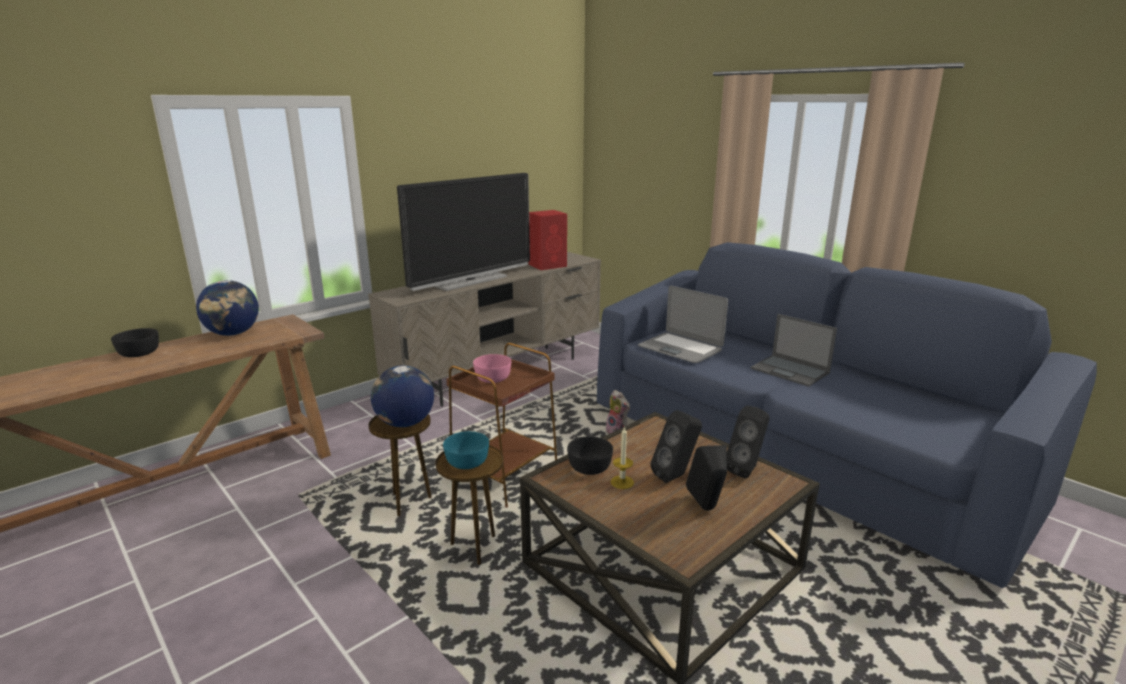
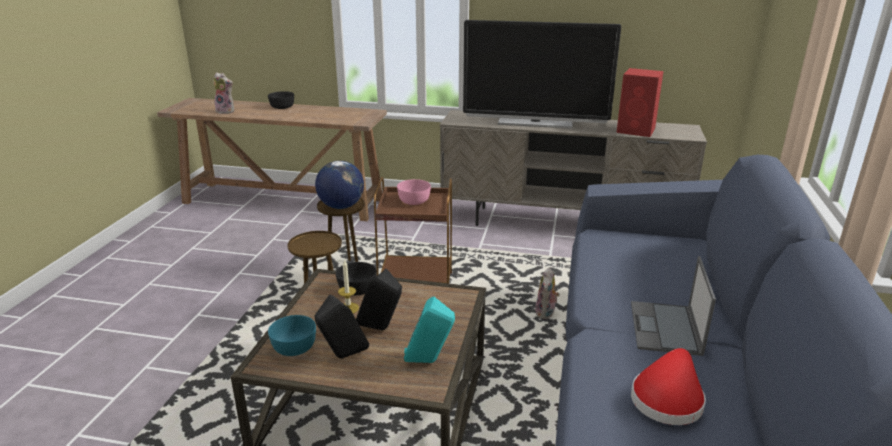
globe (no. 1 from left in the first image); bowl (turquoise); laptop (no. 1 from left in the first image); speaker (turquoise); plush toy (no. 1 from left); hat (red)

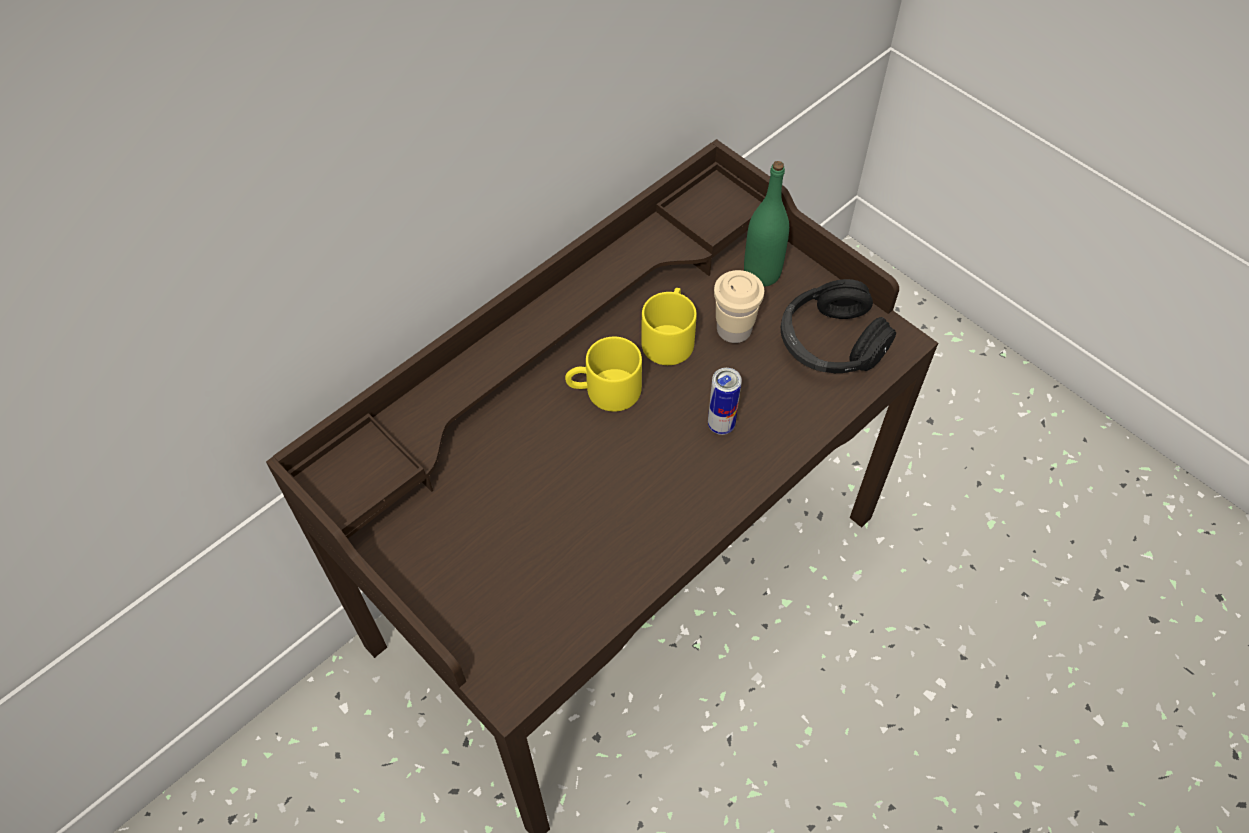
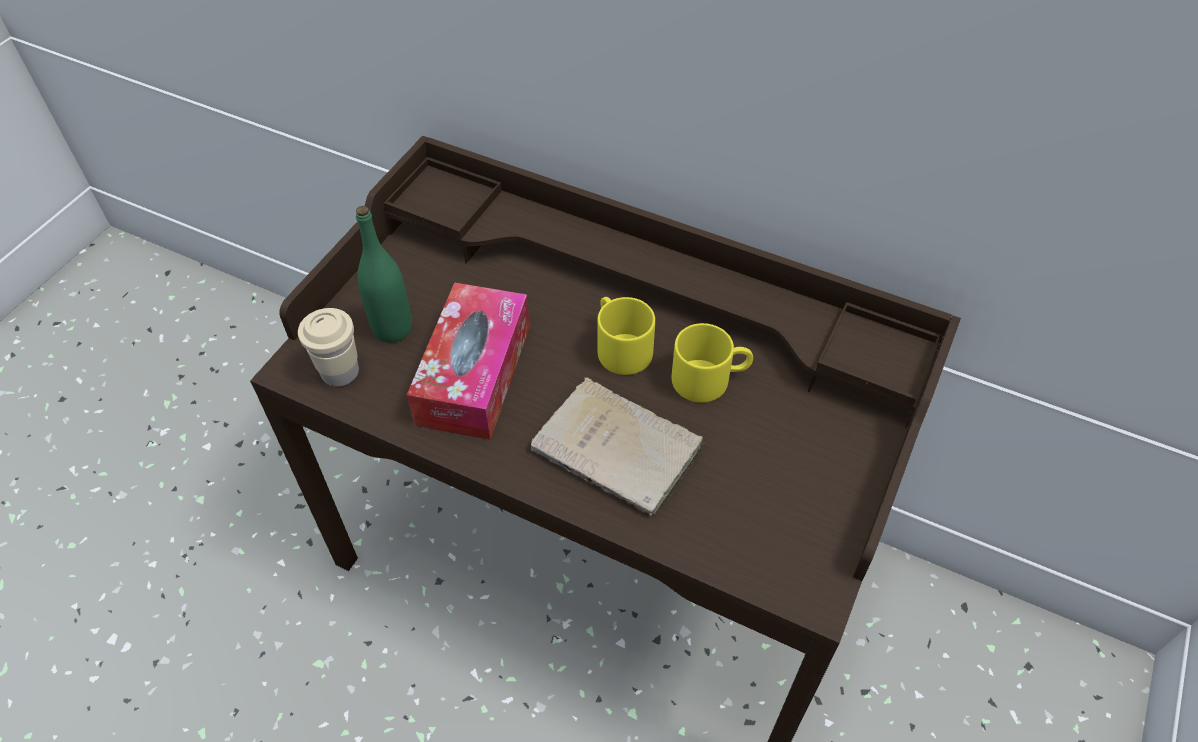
book (beige); cup (beige); bottle (green); headphones (black); tissue box

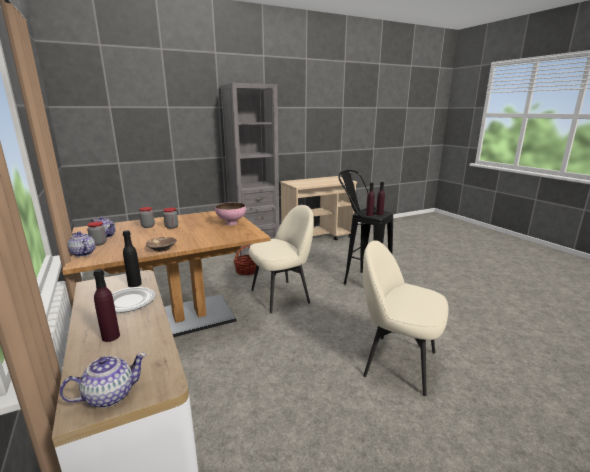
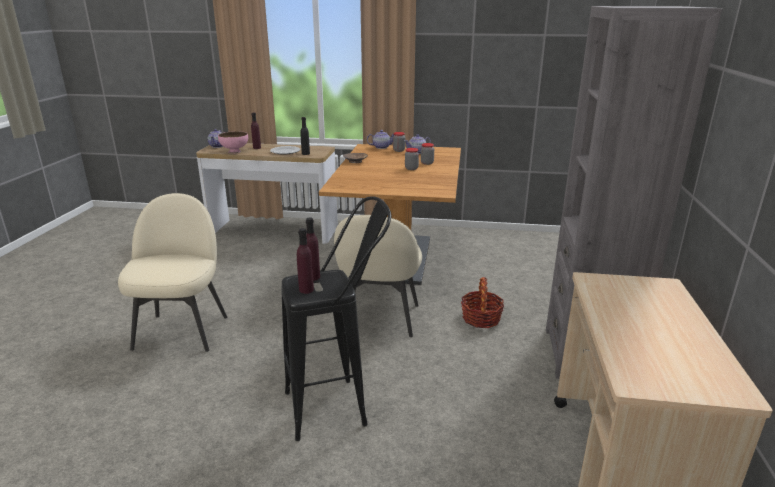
bowl (pink); chair (beige) (no. 1 from left)

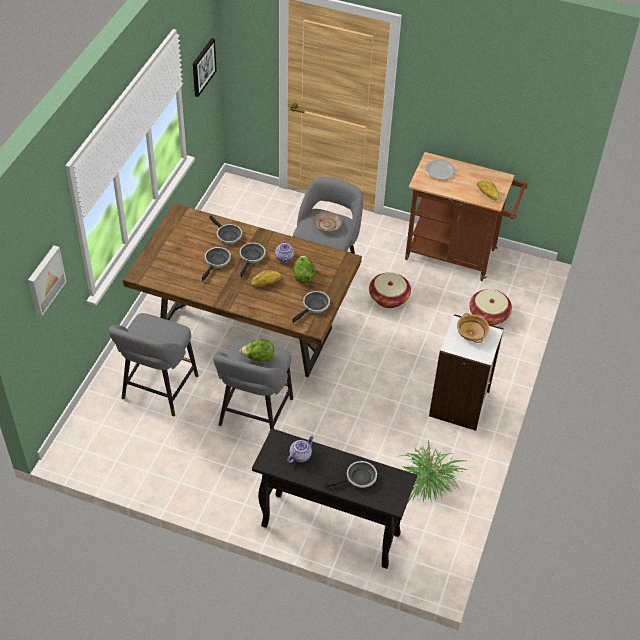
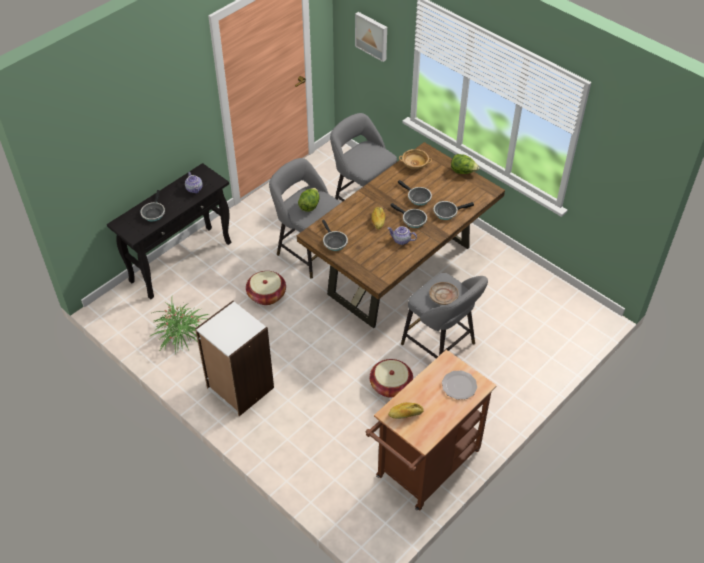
picture (no. 2 from left in the first image); lettuce (no. 2 from left); bowl (beige); basket (no. 1 from left)

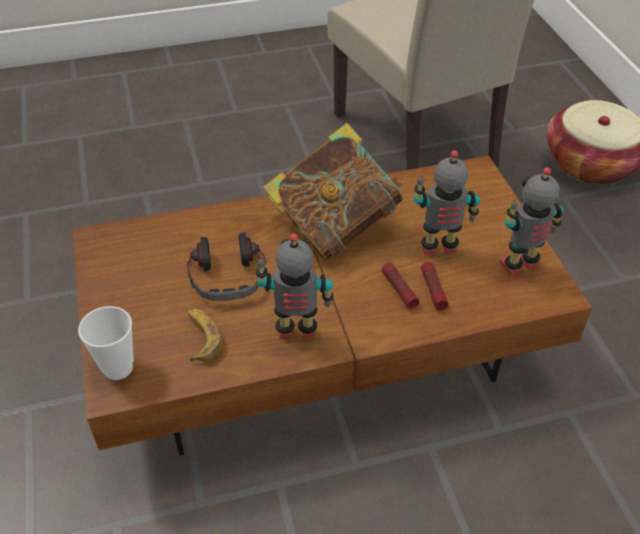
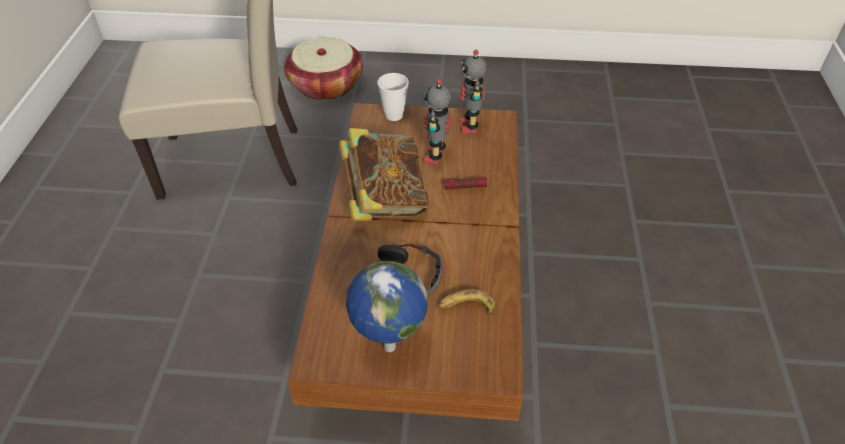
cup; toy robot (no. 1 from left in the first image); flashlight (no. 2 from left in the first image); globe

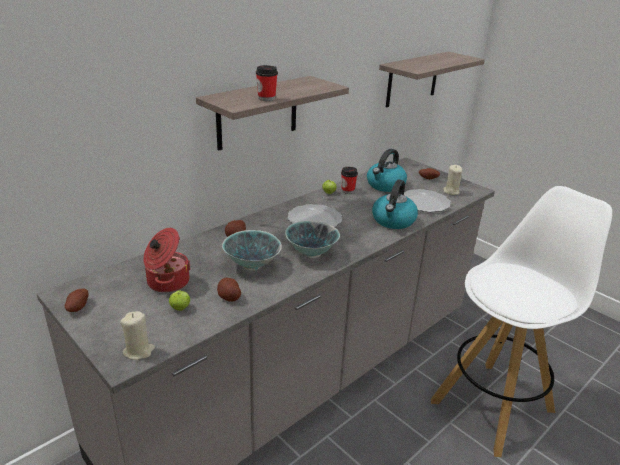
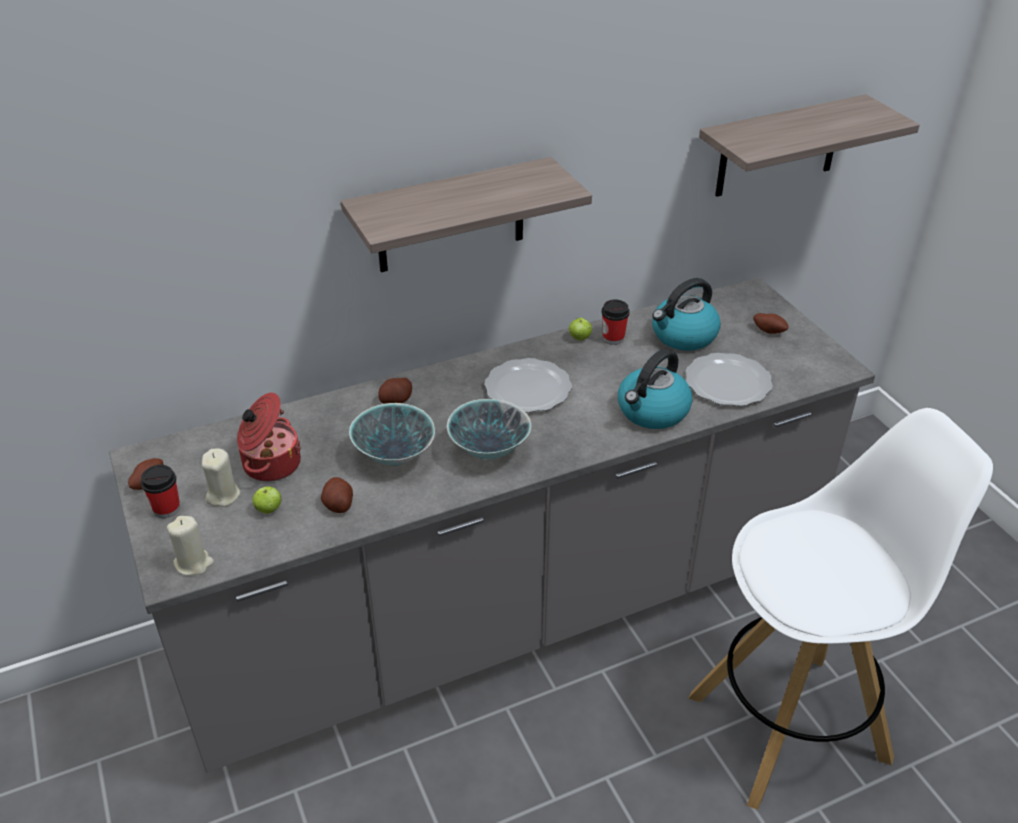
cup (no. 1 from left); candle (beige) (no. 2 from left)

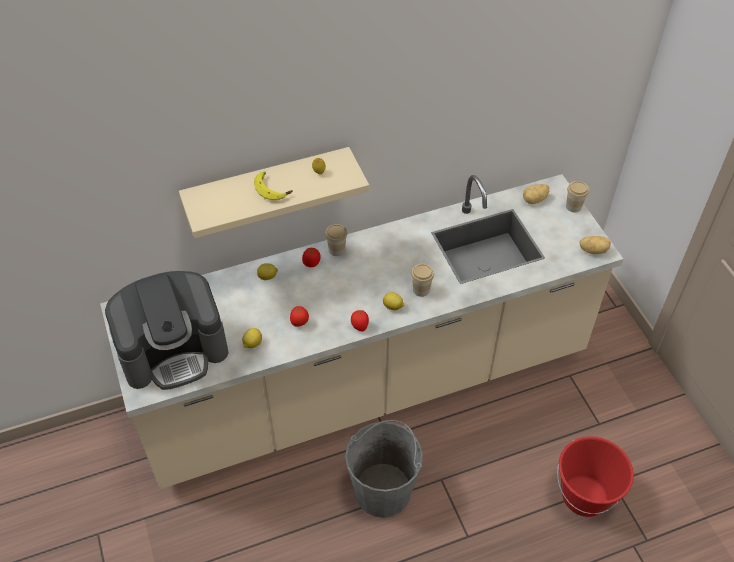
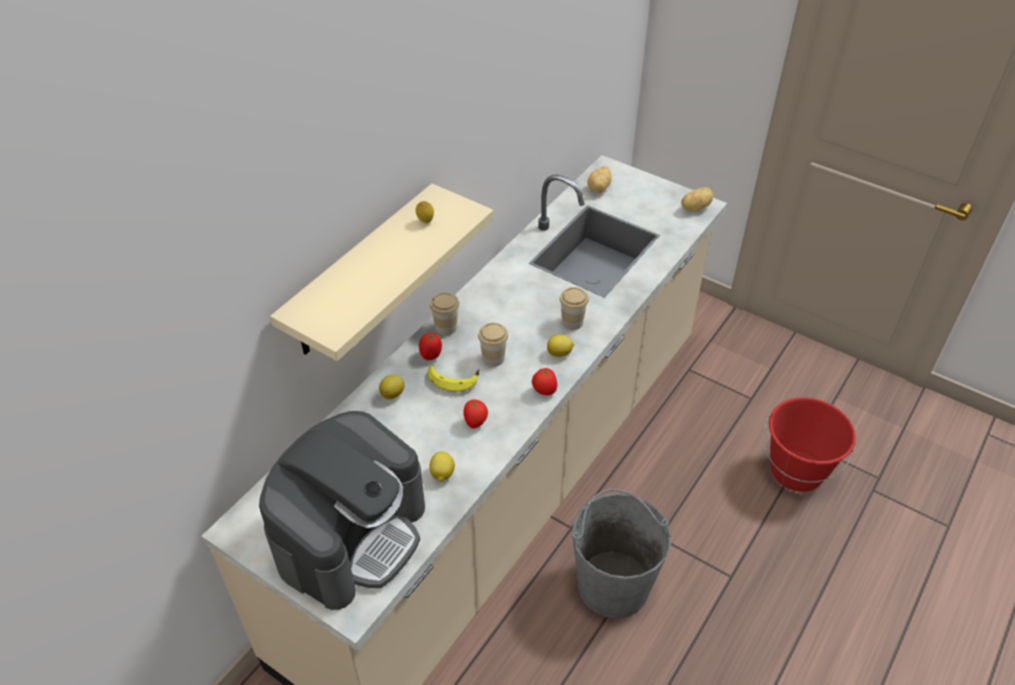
banana; cup (no. 2 from left)

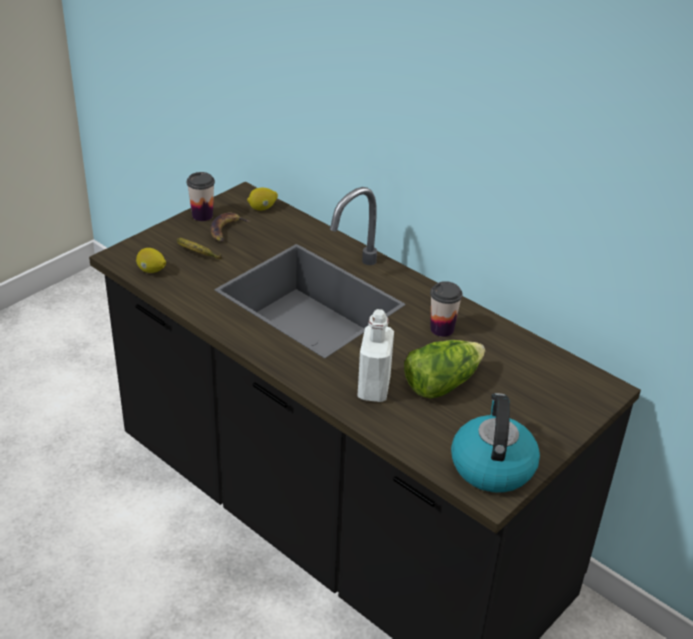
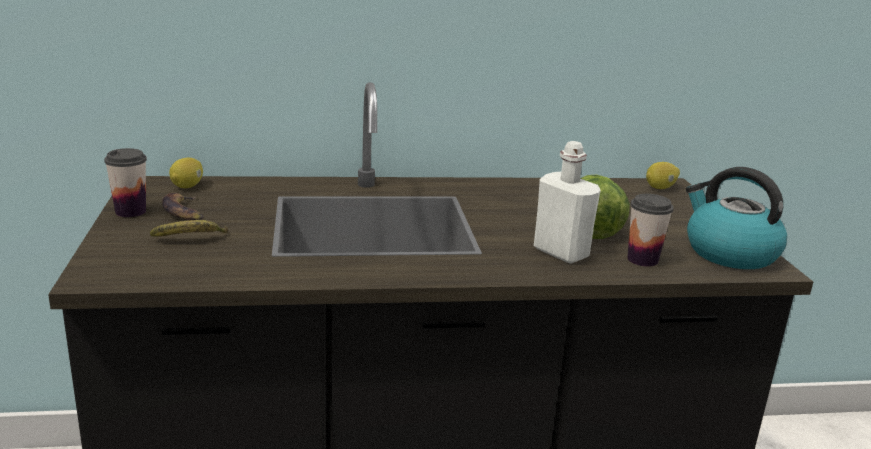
lemon (no. 2 from left); cup (no. 2 from left)

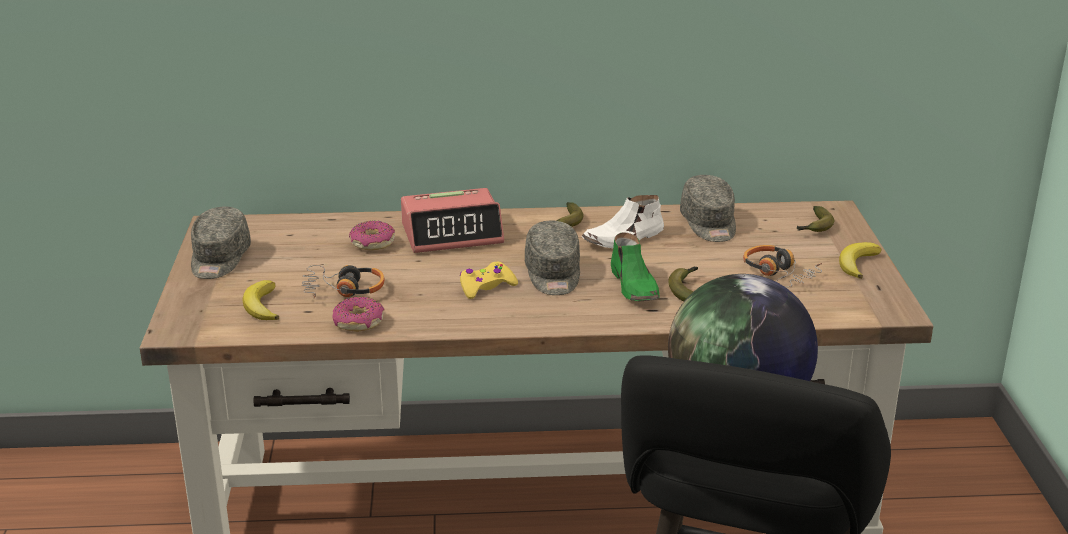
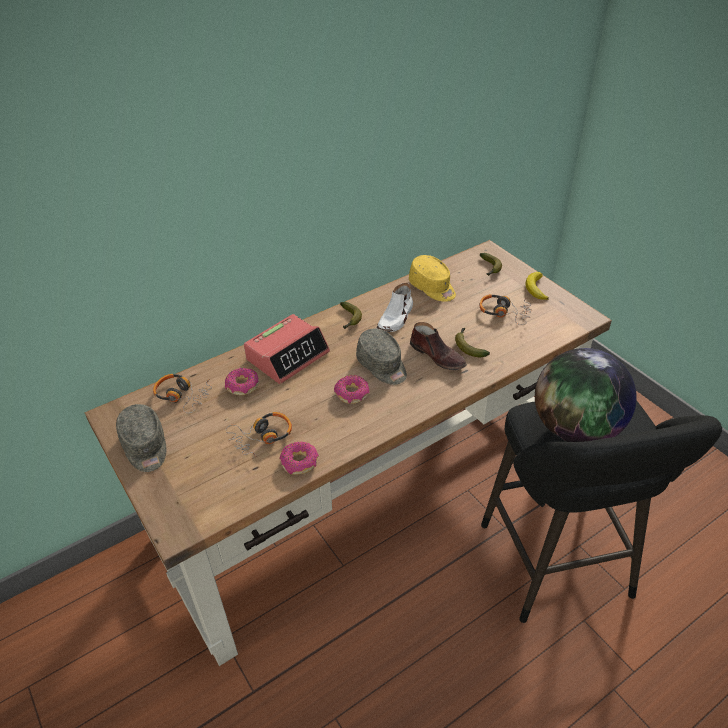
banana (no. 1 from left in the first image); donut (no. 3 from left); shoe (brown); cap (yellow); headphones (no. 1 from left)

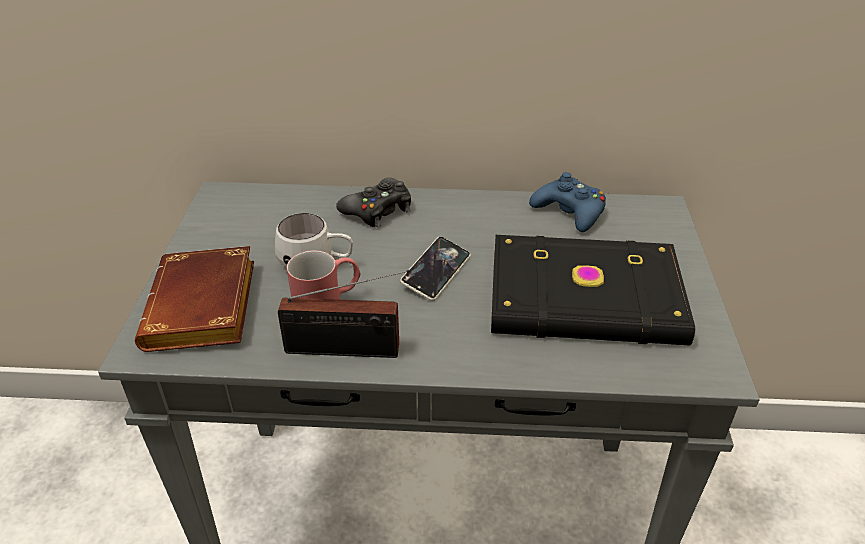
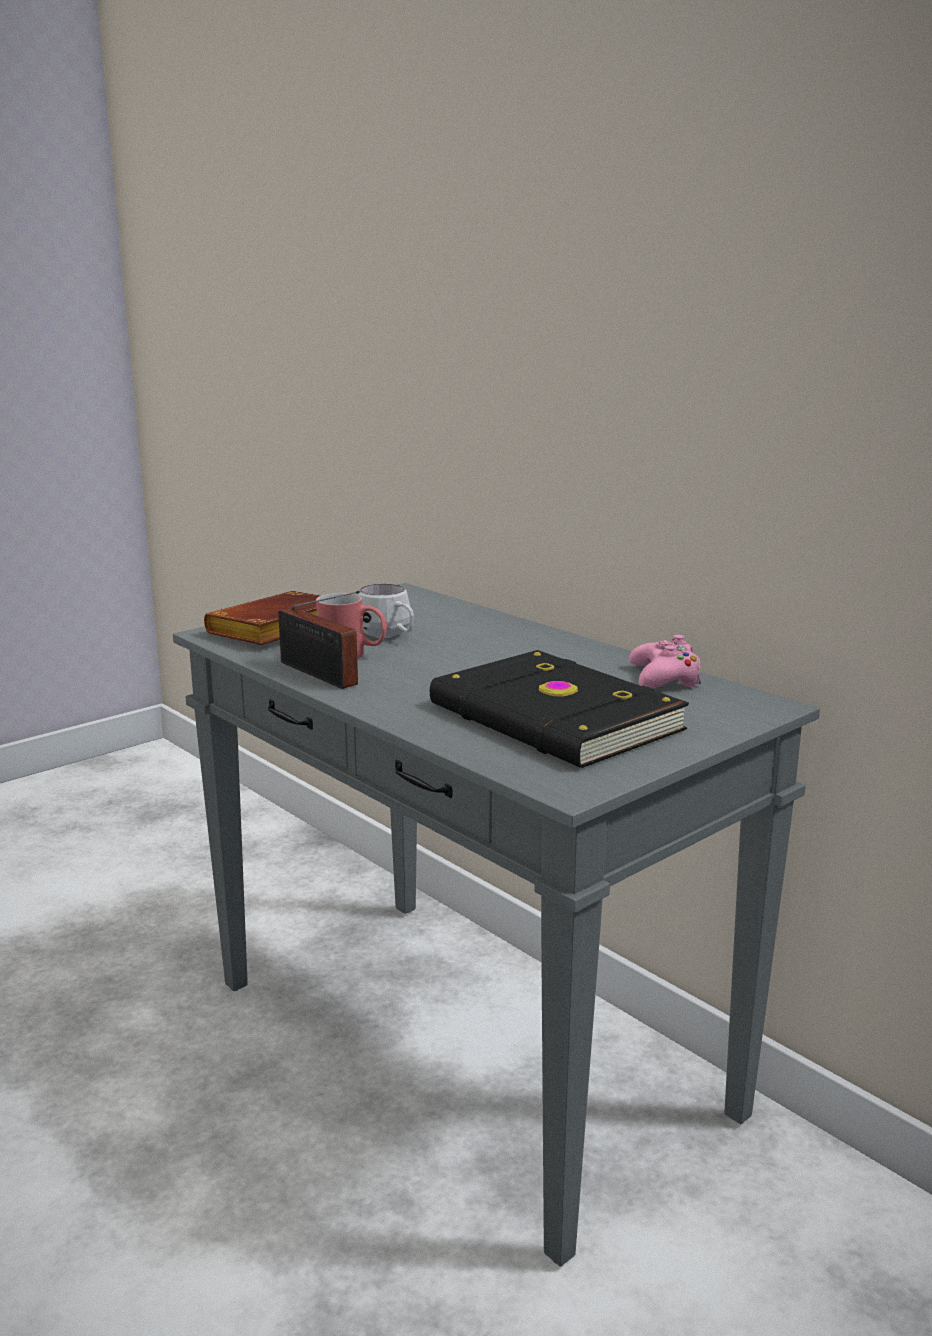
game controller (black); phone; game controller (pink)

